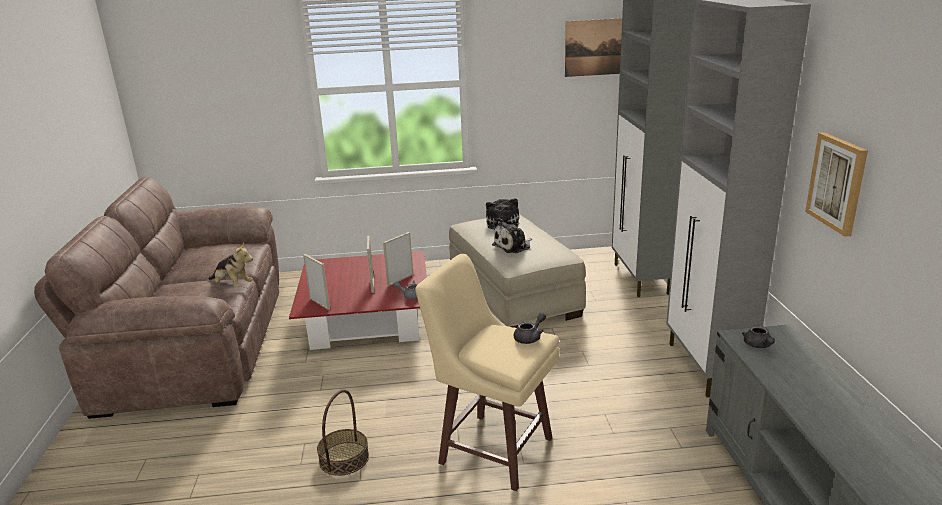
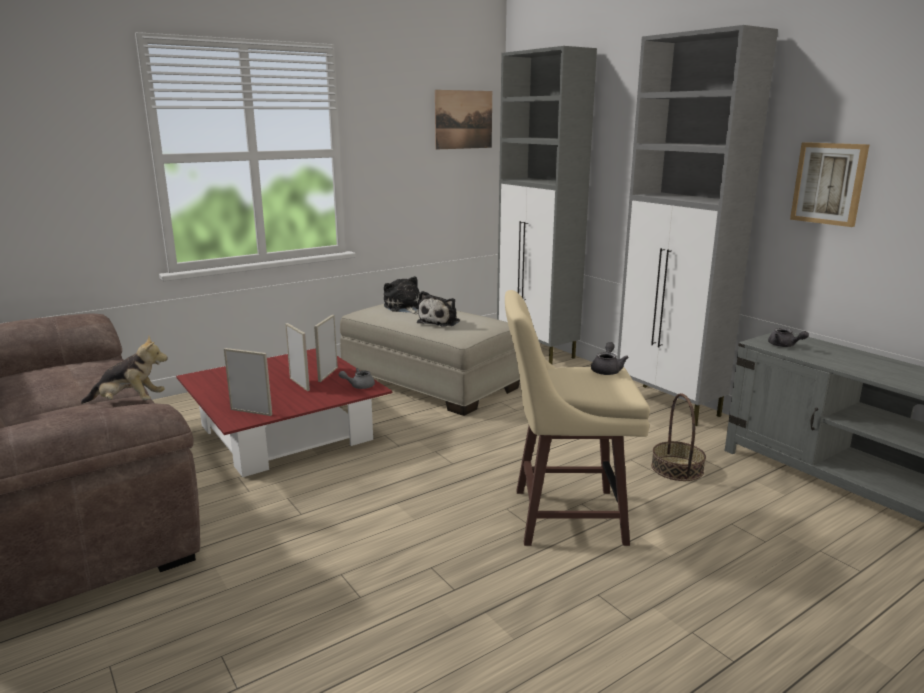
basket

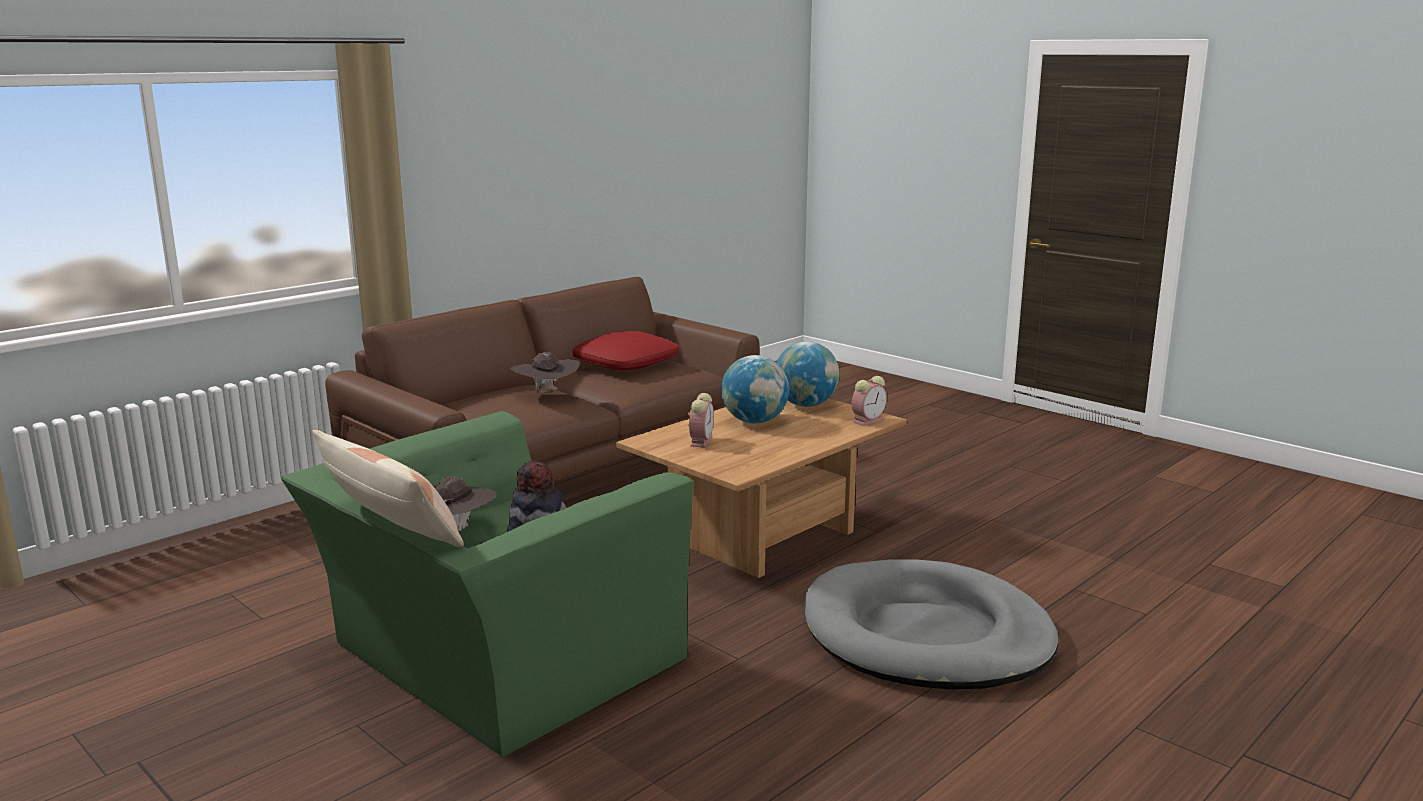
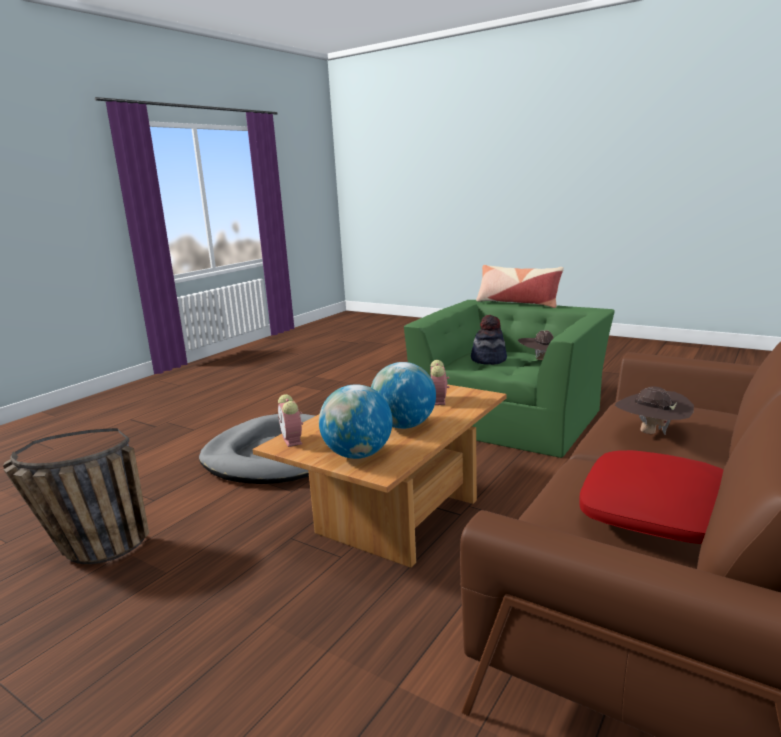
alarm clock (no. 1 from left); basket

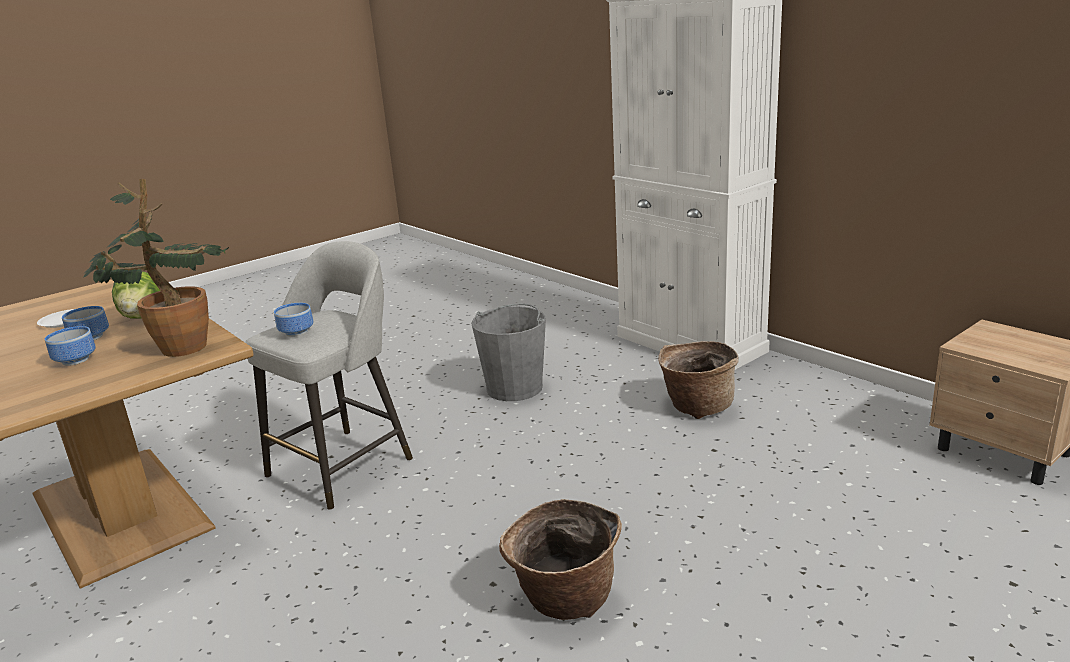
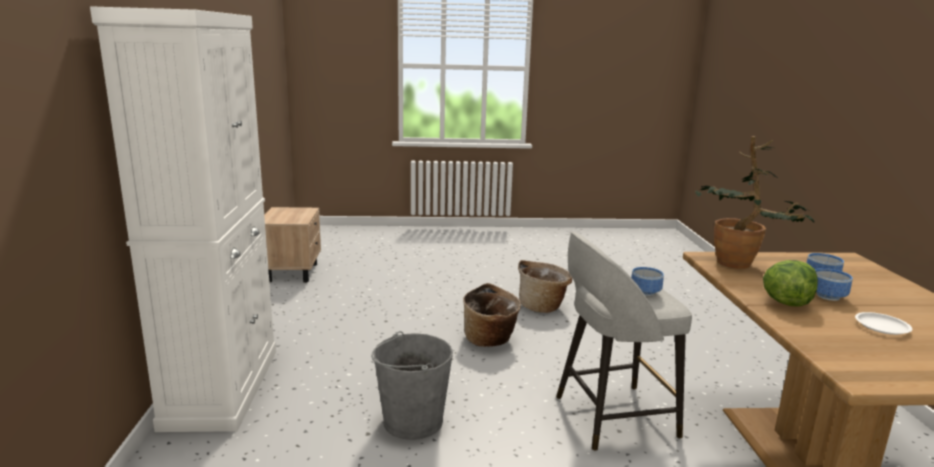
basket (no. 1 from left)

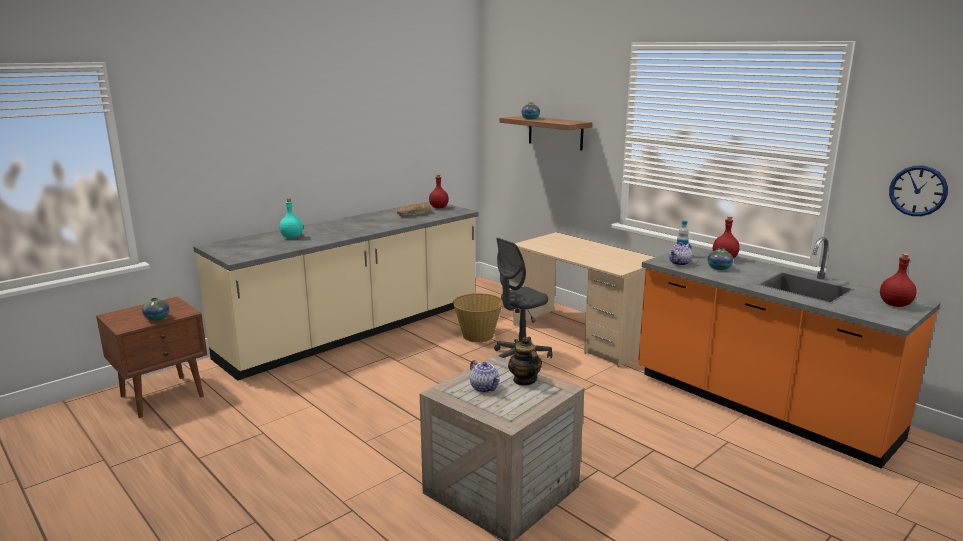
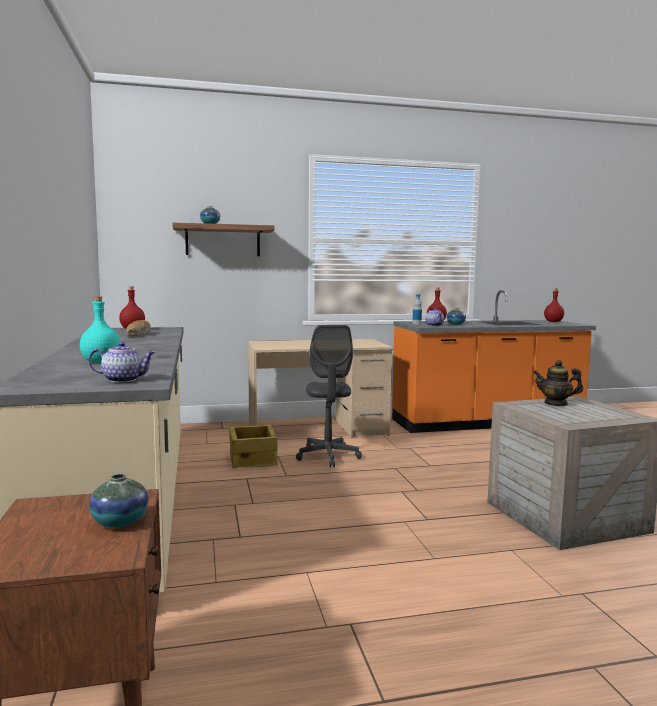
crate (no. 1 from left); teapot (no. 1 from left); wall clock

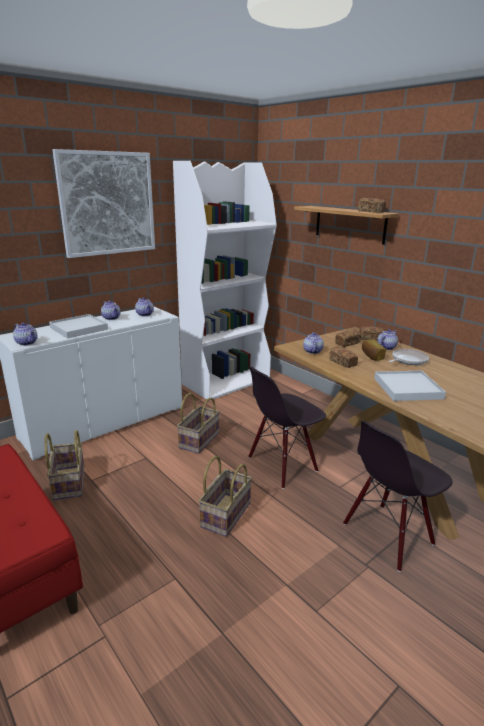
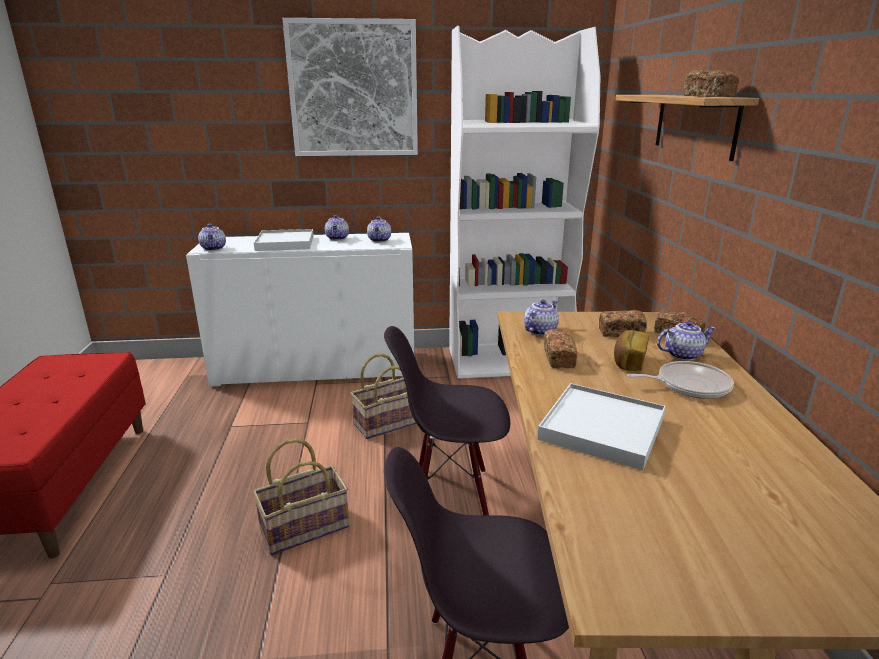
basket (no. 1 from left in the first image)

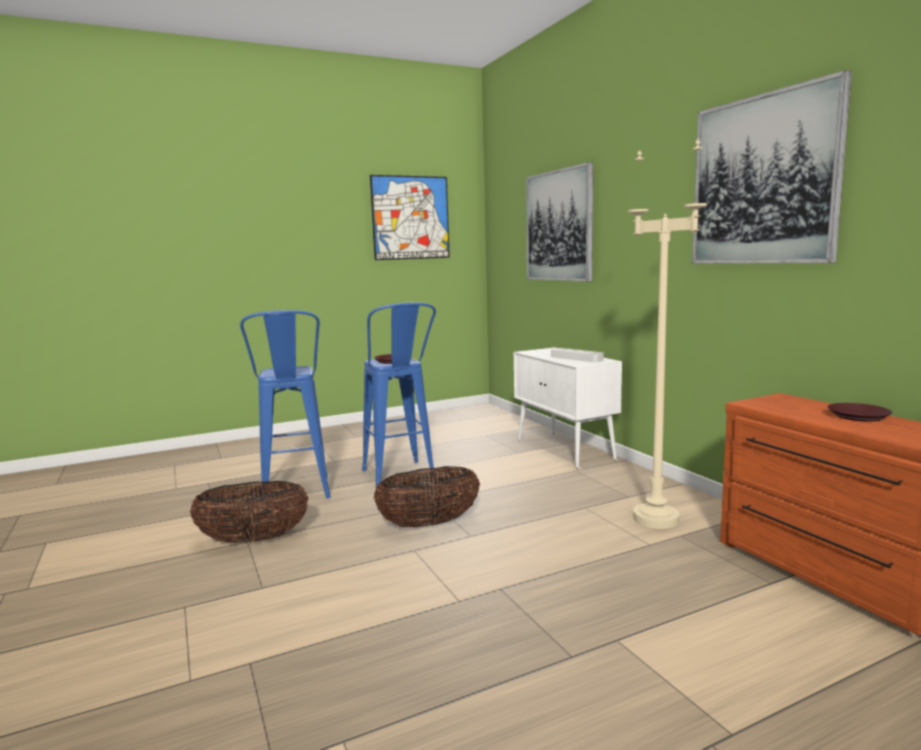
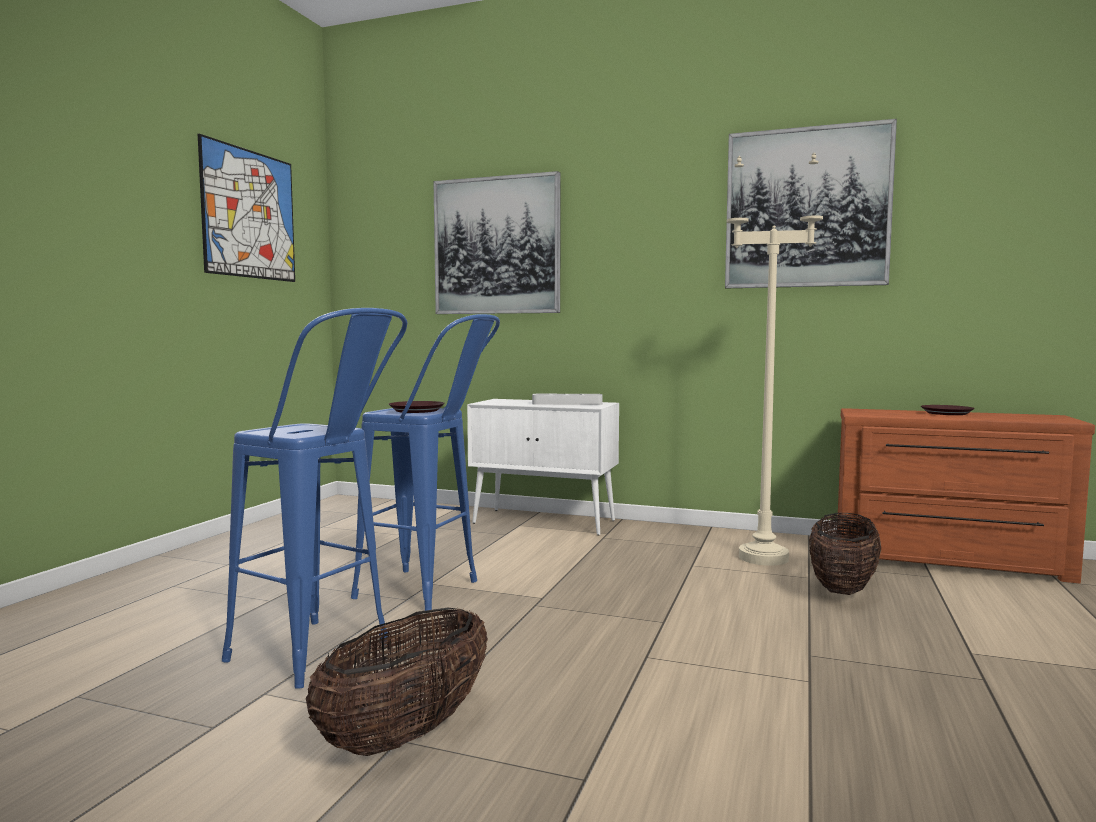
basket (no. 2 from left)

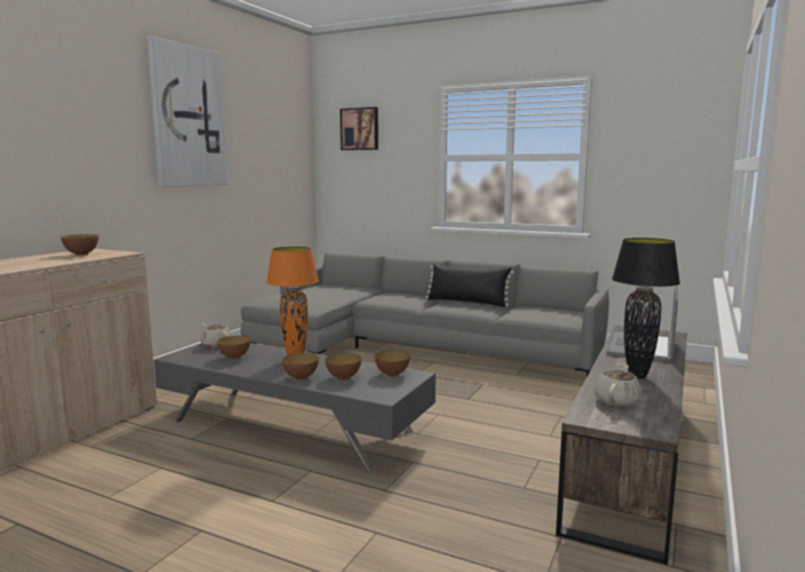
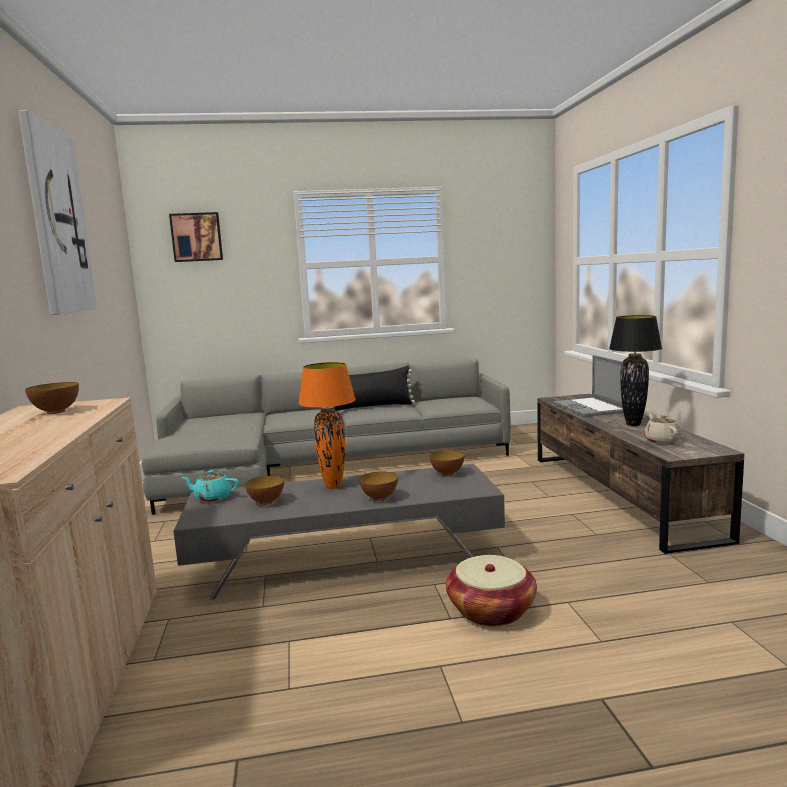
teapot (turquoise); bowl (no. 4 from left in the first image); basket

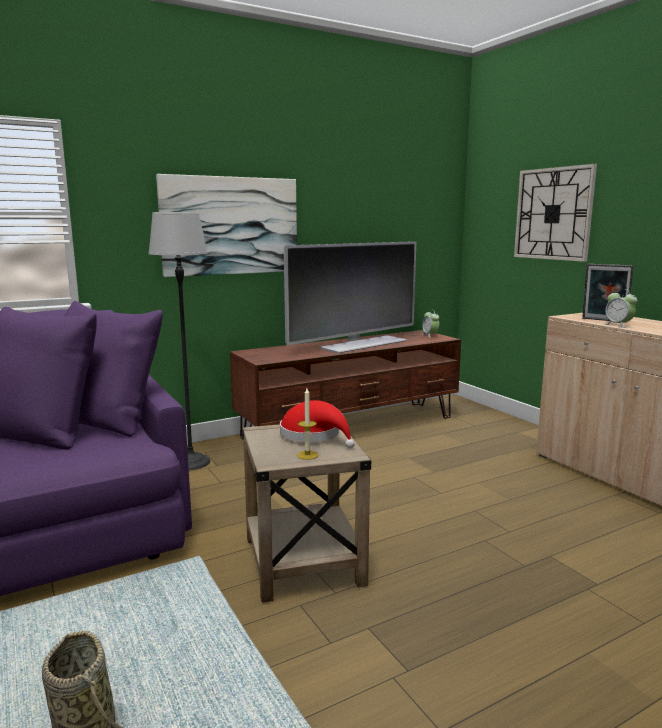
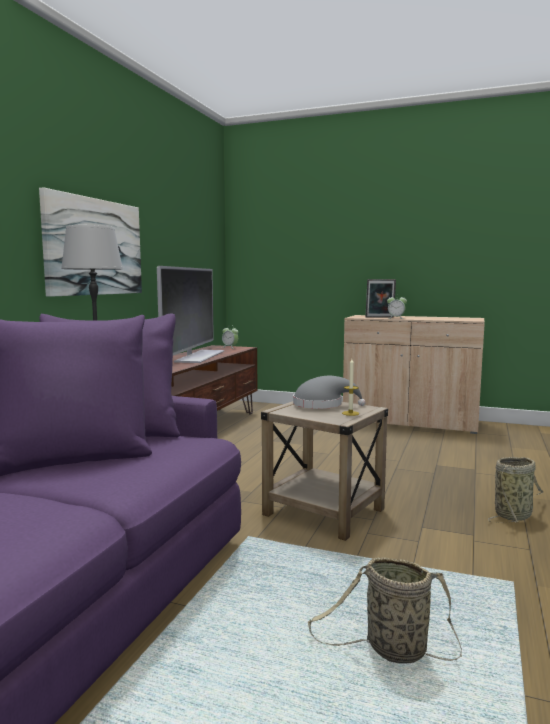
hat (grey); wall clock; basket (no. 2 from left)

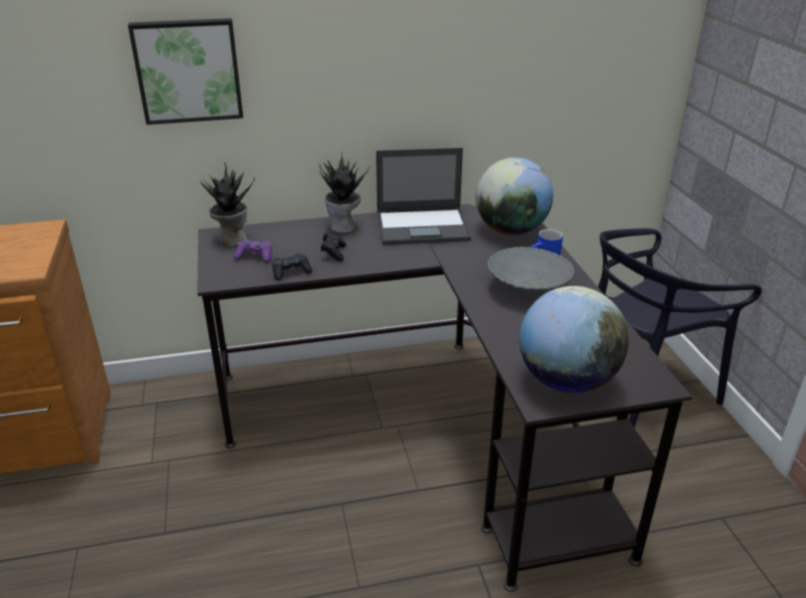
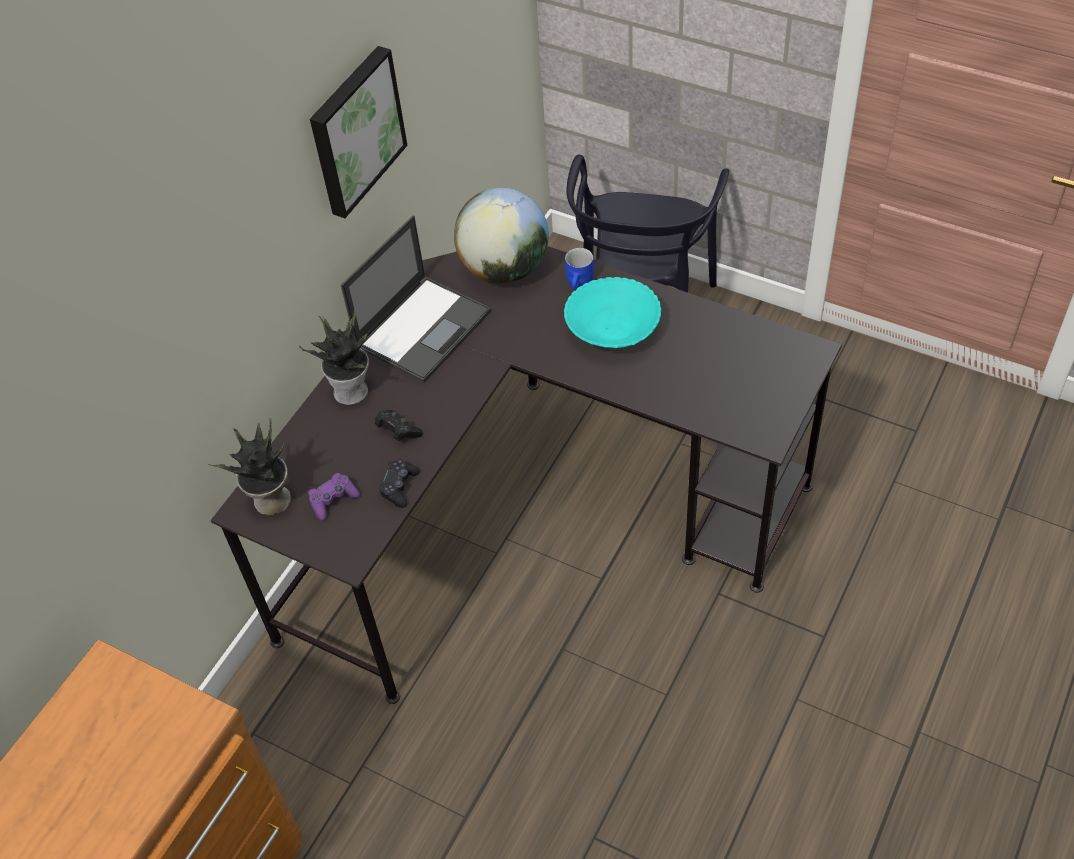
picture; bowl (turquoise); globe (no. 2 from left in the first image)

